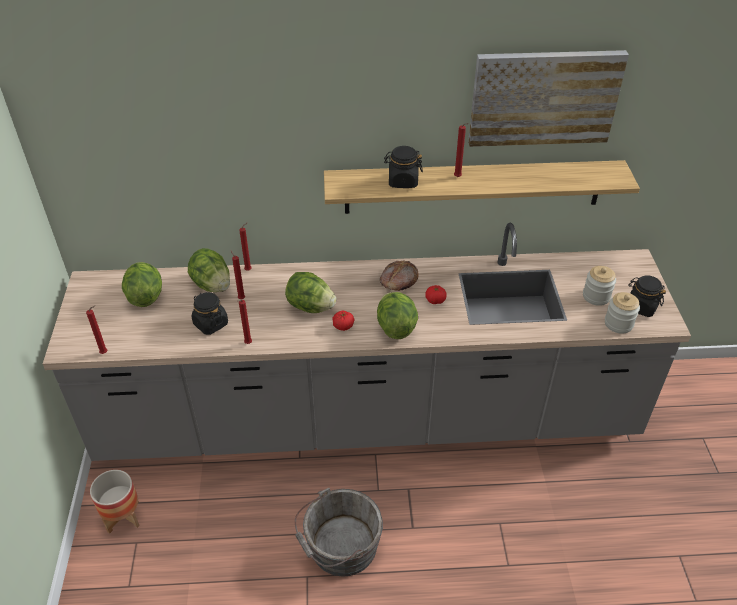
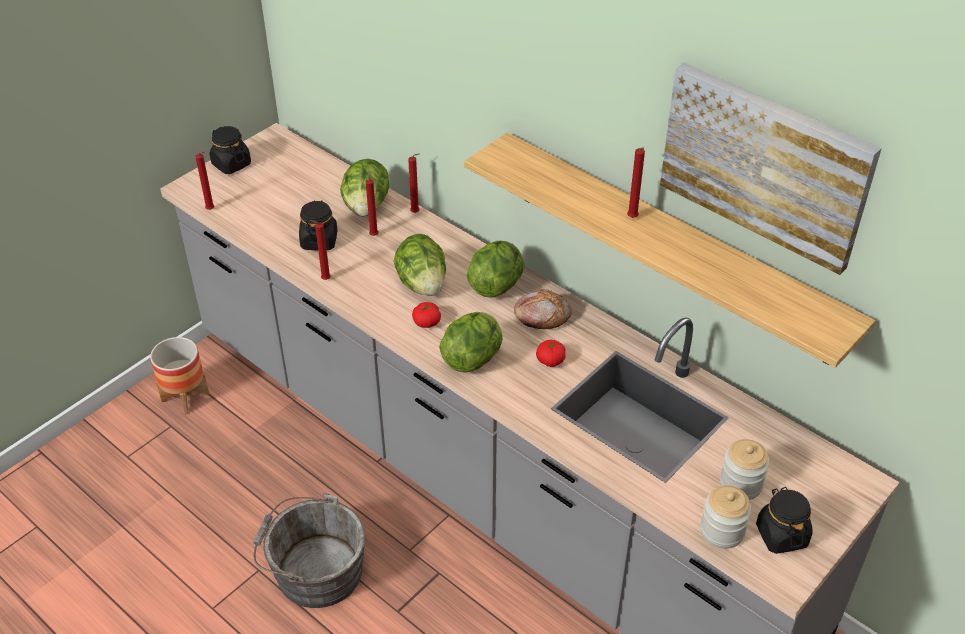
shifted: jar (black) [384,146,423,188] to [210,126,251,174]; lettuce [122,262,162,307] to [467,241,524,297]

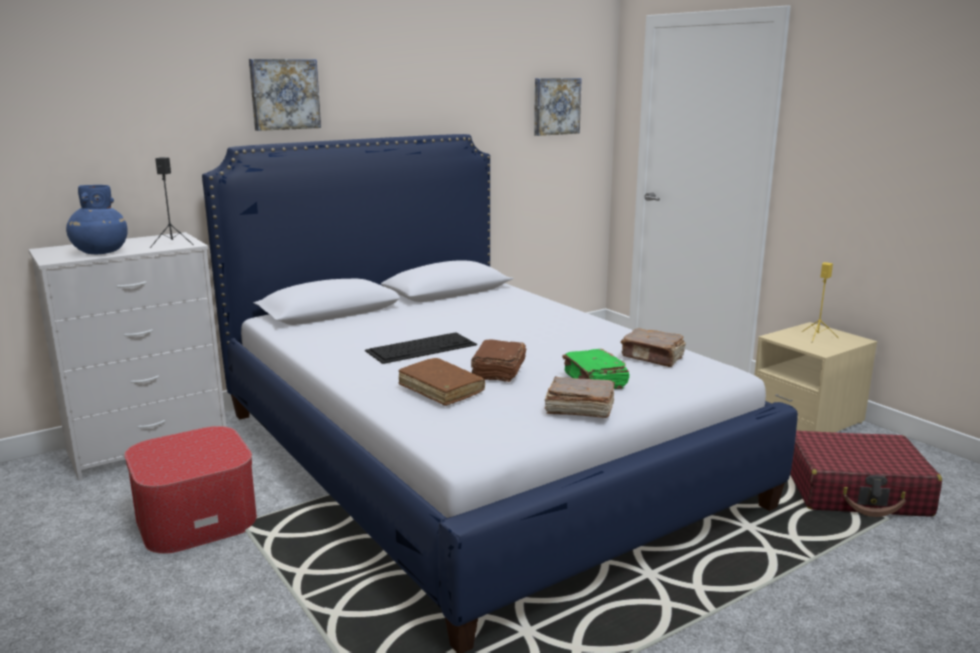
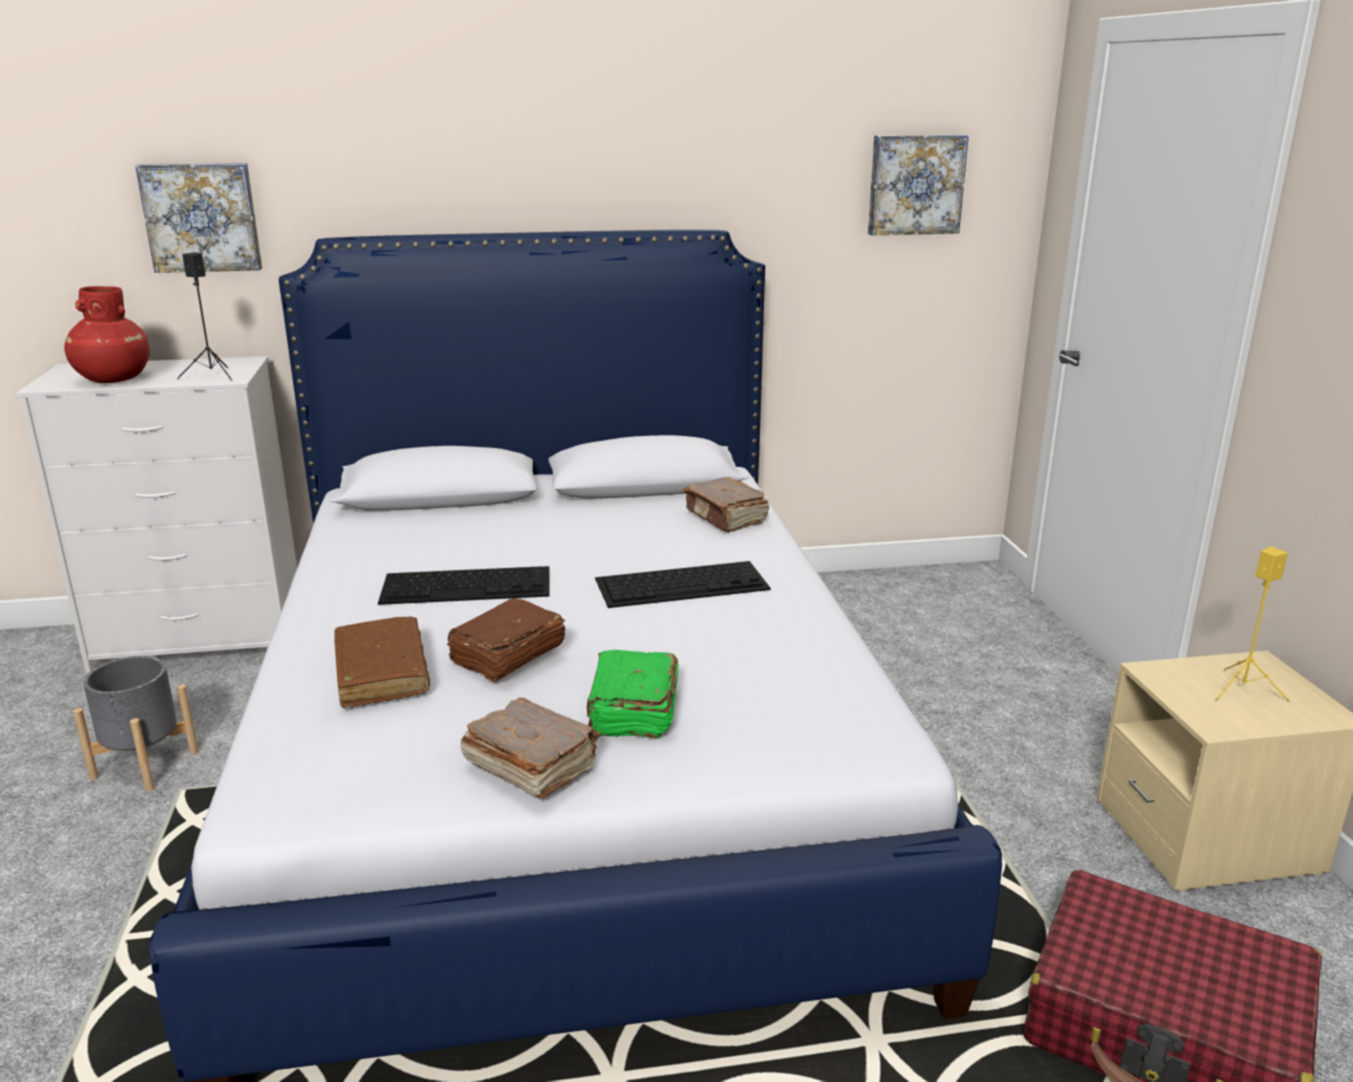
new: keyboard [595,561,771,608]
shifted: picture [249,59,321,131] to [135,163,262,273]; book (brown) [621,328,686,367] to [683,477,769,532]
swapped: ottoman [124,426,257,554] to planter (grey) [73,656,199,791]
repainted: vase (blue) [66,185,128,254] to vase (red) [64,286,150,383]

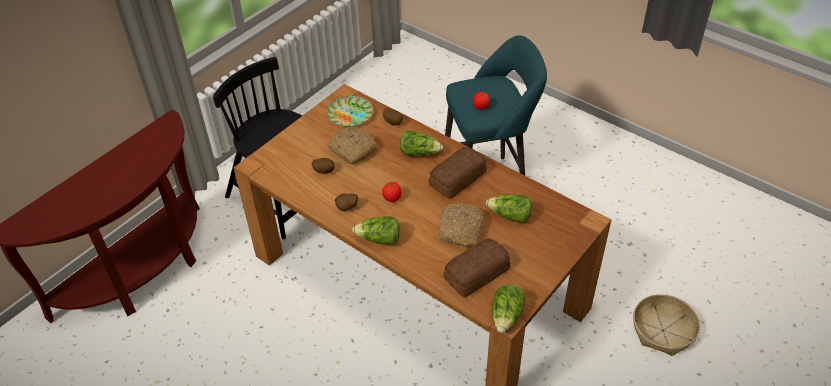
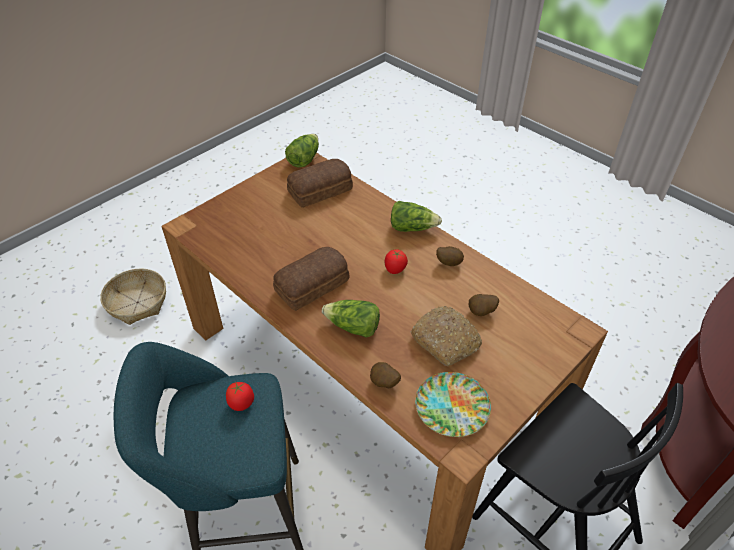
gone: bread [439,203,483,247]; lettuce [486,194,532,223]

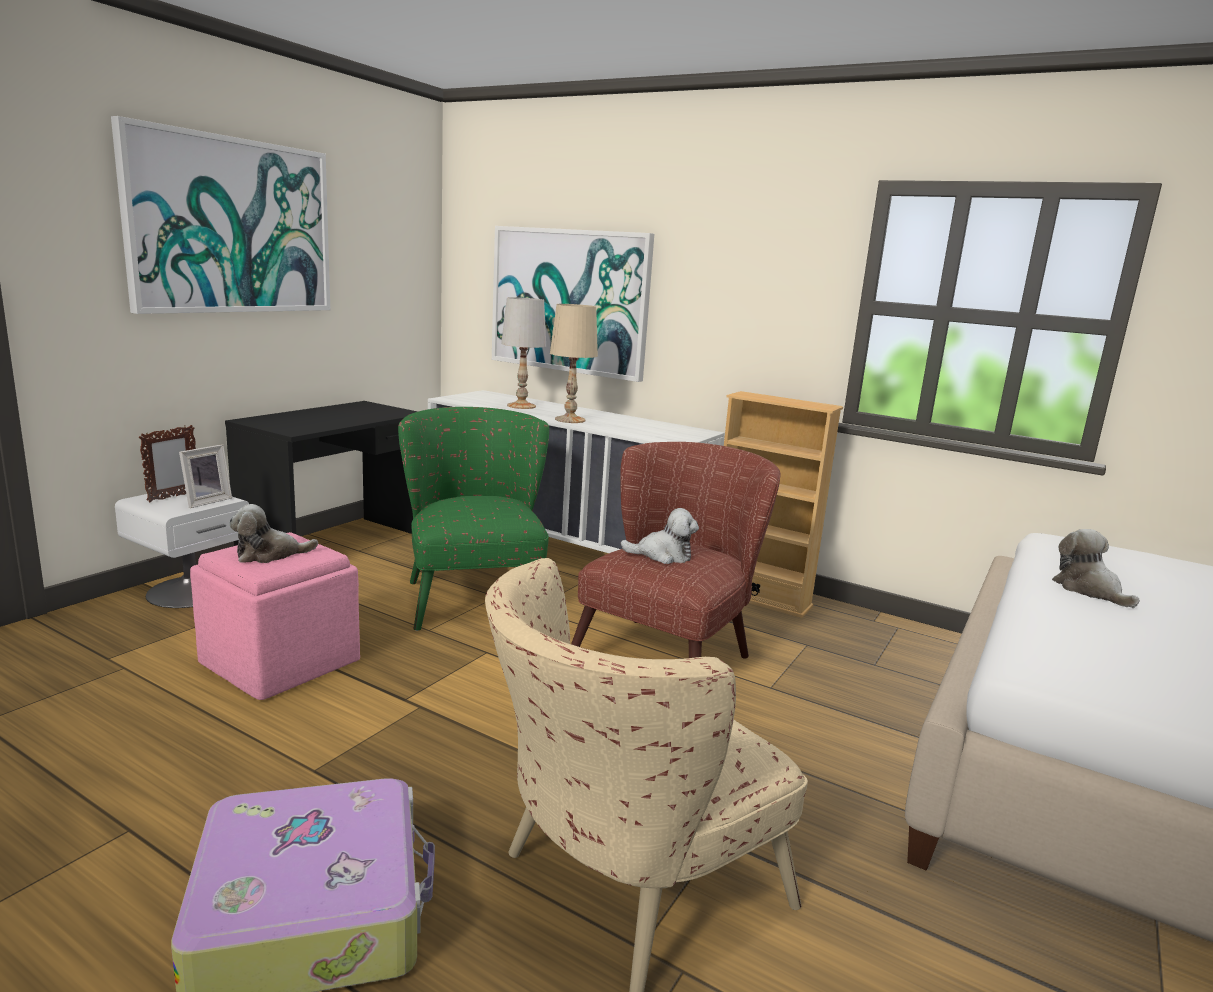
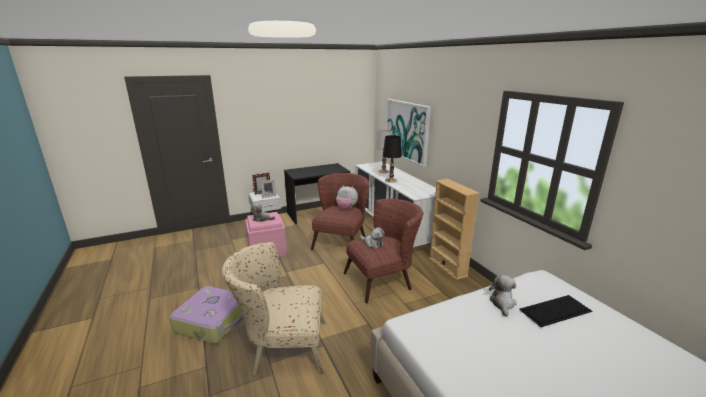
gone: picture [111,116,330,314]
new: plush toy [336,186,358,209]; keyboard [519,295,593,327]
repainted: armchair (green) [398,407,549,631] to armchair (brown) [311,173,369,250]; table lamp (beige) [550,304,598,423] to table lamp (black) [383,135,402,183]

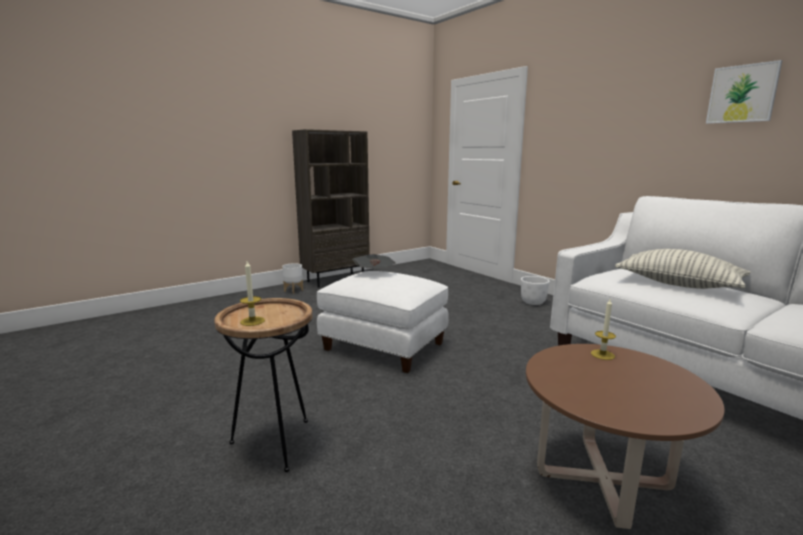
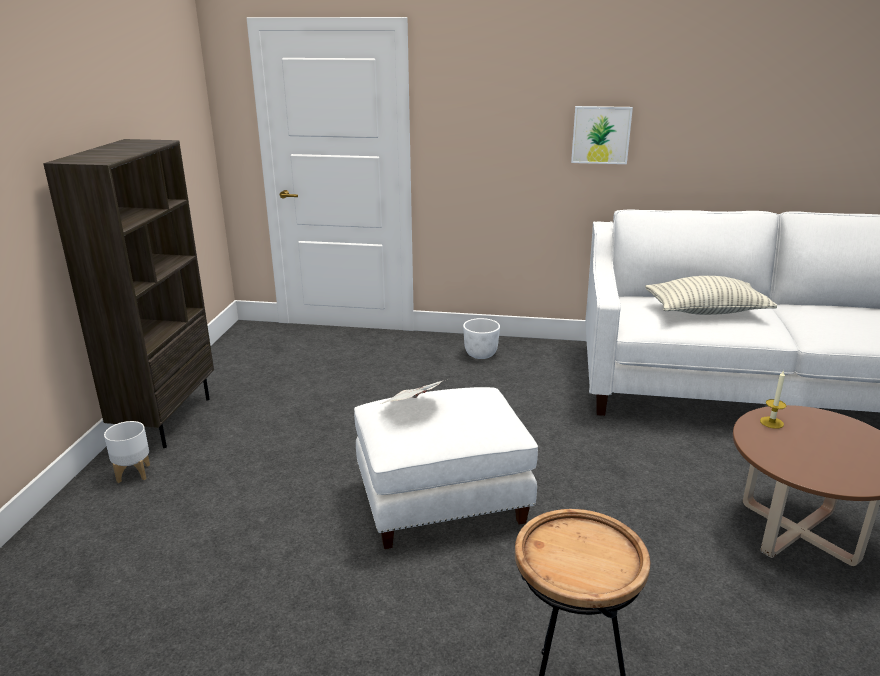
gone: candle [240,261,265,326]
shifted: picture [706,60,783,124] to [571,106,633,164]

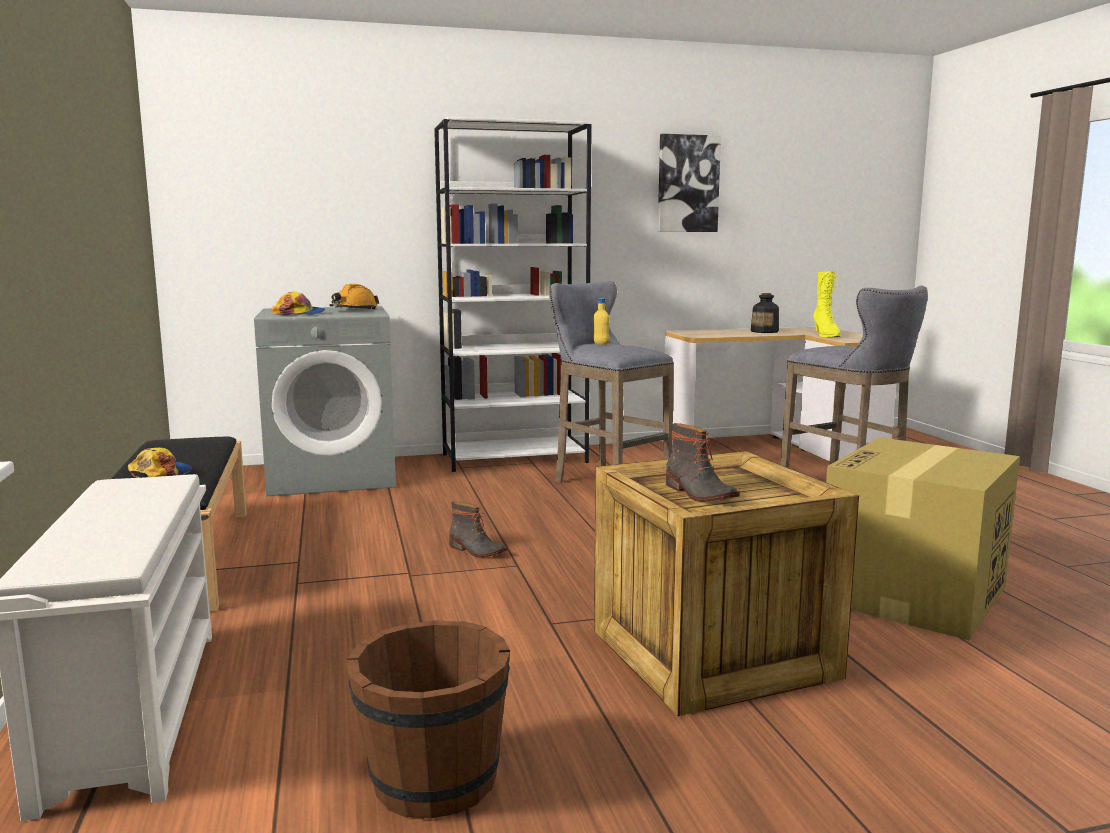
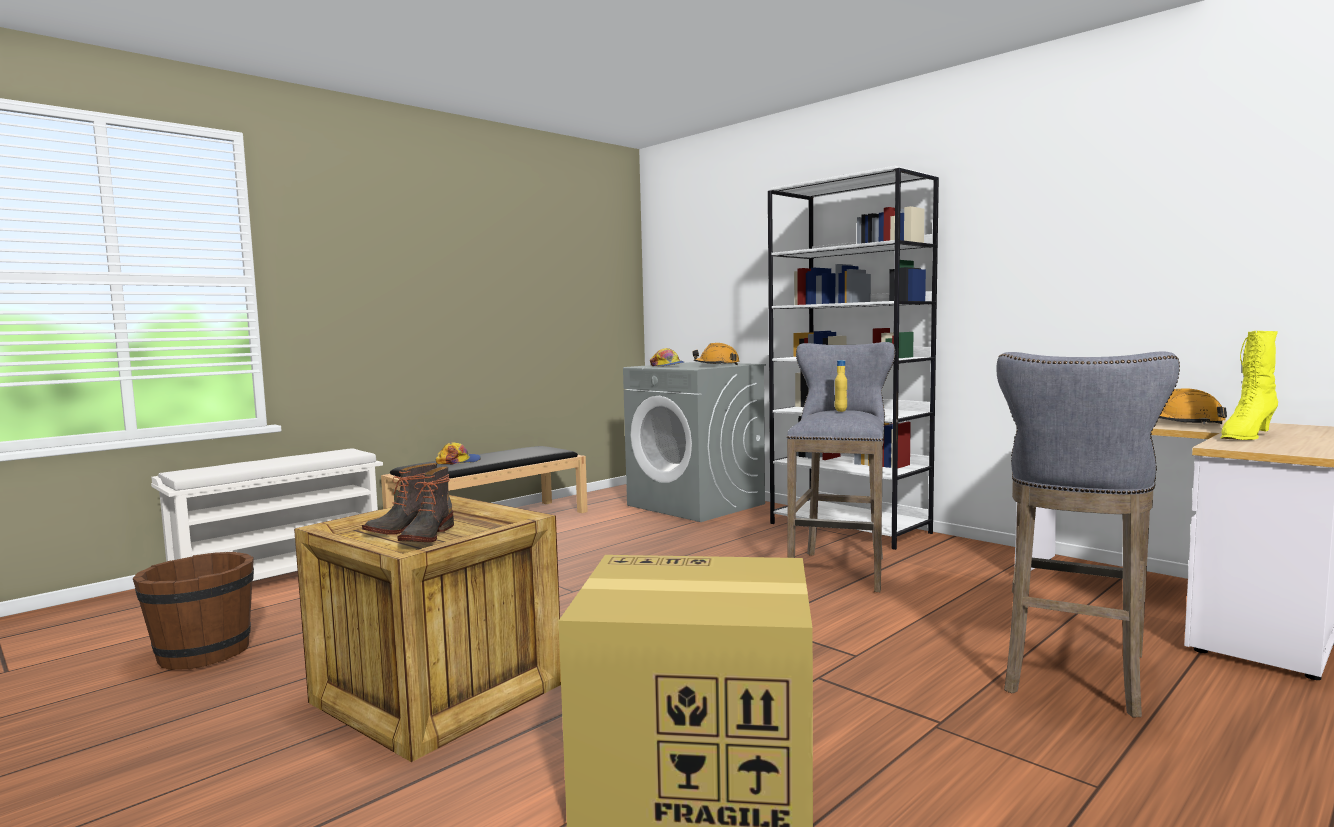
gone: picture [658,134,721,232]
shifted: boot [449,502,507,558] to [398,467,454,542]
swapped: bottle [751,293,779,333] to hard hat (orange) [1159,388,1227,425]

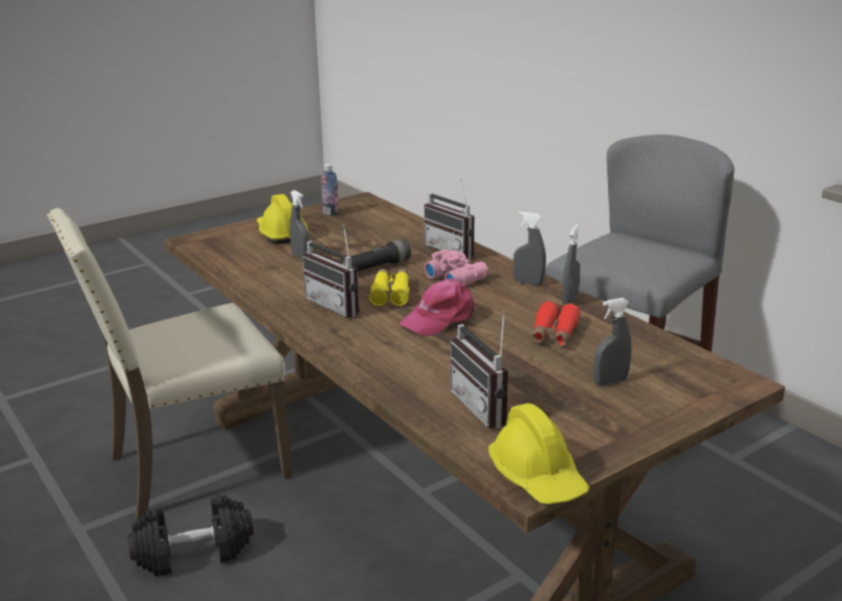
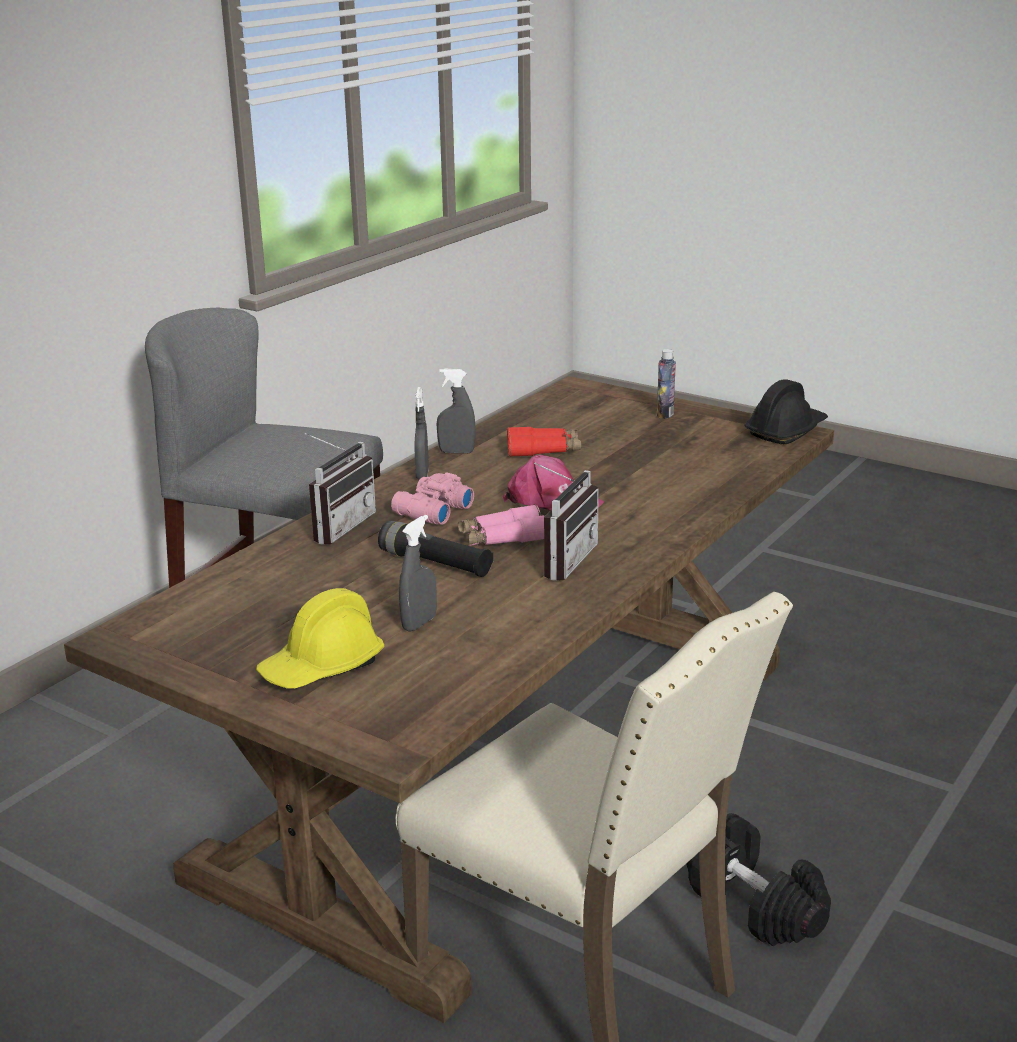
gone: radio [450,311,508,429]; spray bottle (grey) [594,298,632,386]
shifted: bottle [321,164,339,216] to [657,349,676,419]
repainted: binoculars (yellow) [369,269,409,306] to binoculars (pink) [458,504,545,546]; hard hat (yellow) [488,403,590,504] to hard hat (black) [744,379,828,445]

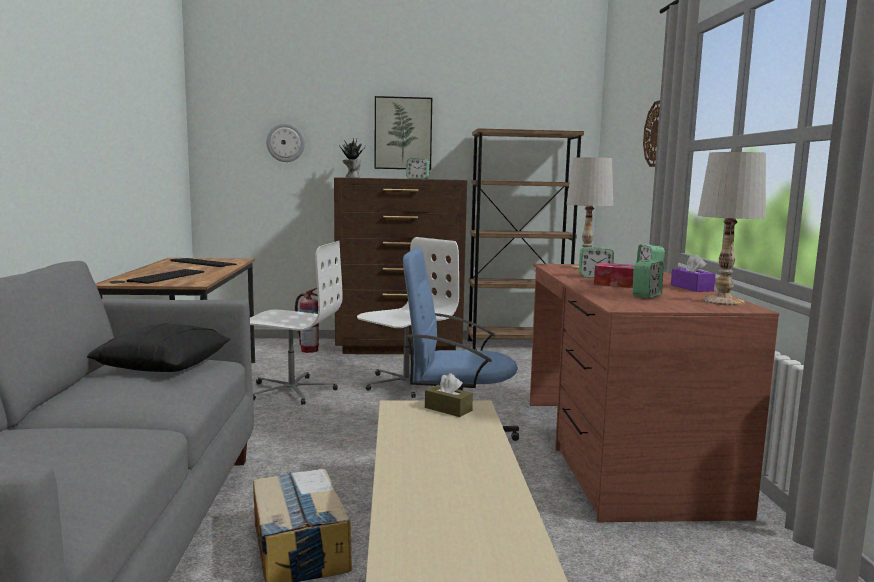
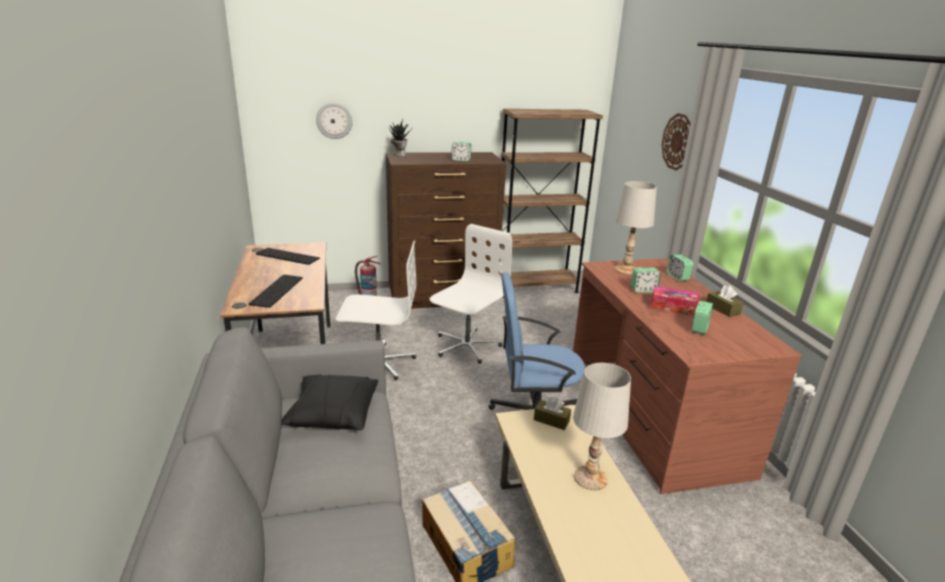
gone: picture [374,96,432,170]
shifted: table lamp (white) [698,152,766,306] to [573,363,631,490]
repainted: tissue box (purple) [671,254,716,292] to tissue box (brown) [706,285,744,317]

